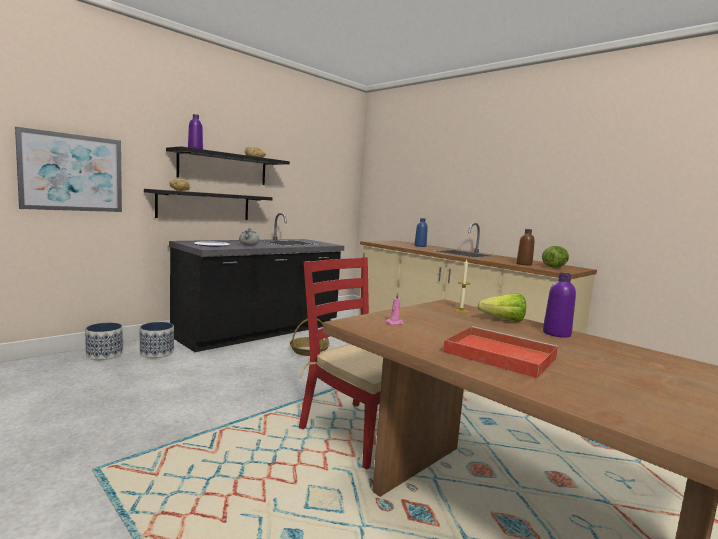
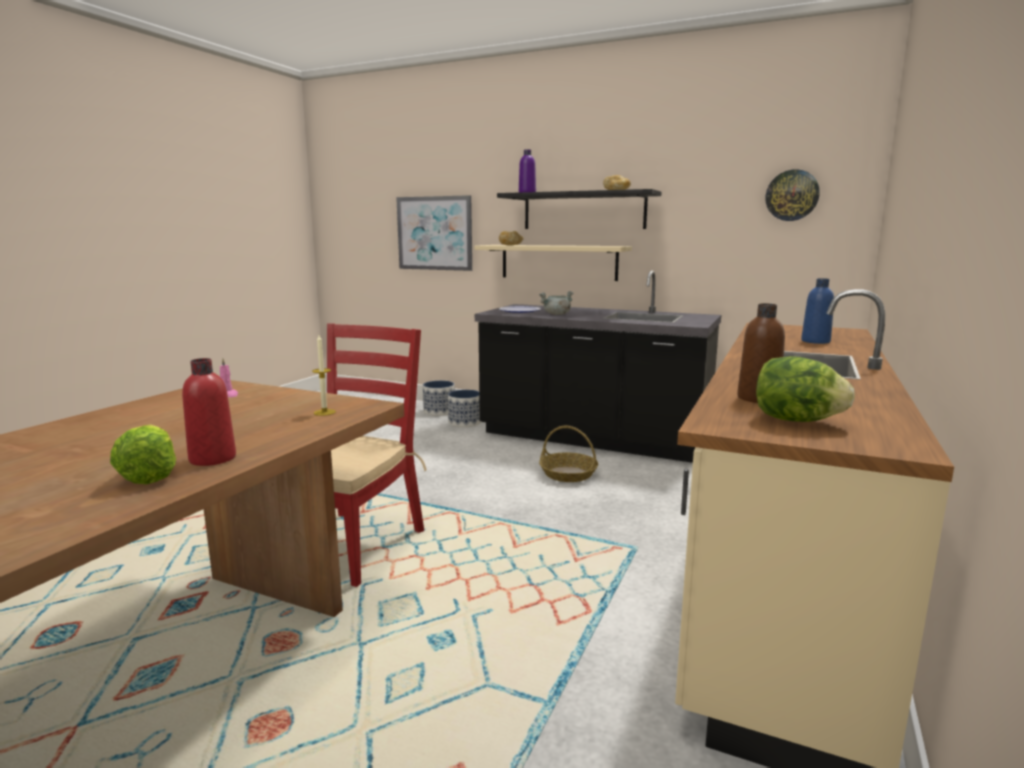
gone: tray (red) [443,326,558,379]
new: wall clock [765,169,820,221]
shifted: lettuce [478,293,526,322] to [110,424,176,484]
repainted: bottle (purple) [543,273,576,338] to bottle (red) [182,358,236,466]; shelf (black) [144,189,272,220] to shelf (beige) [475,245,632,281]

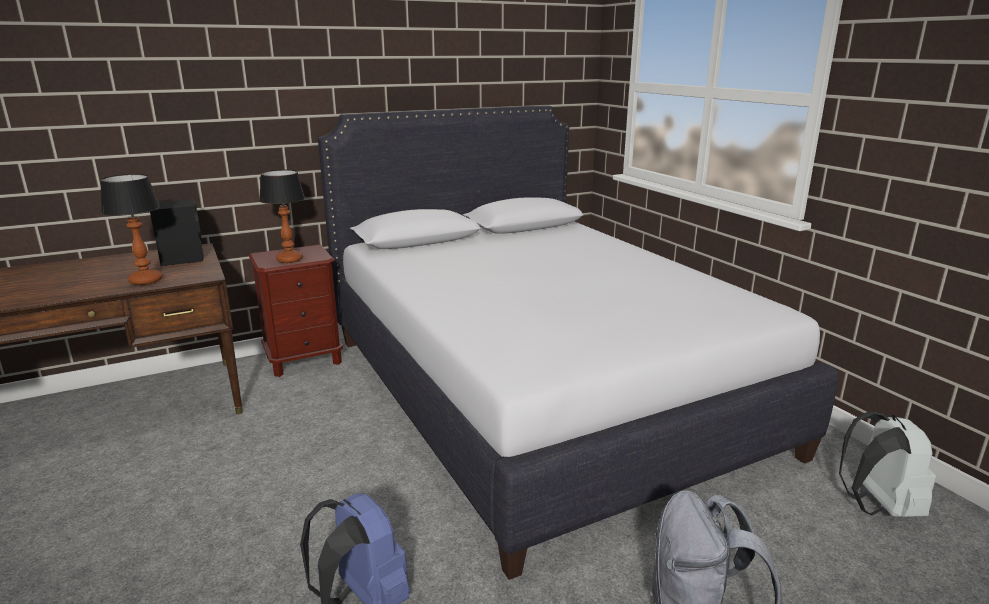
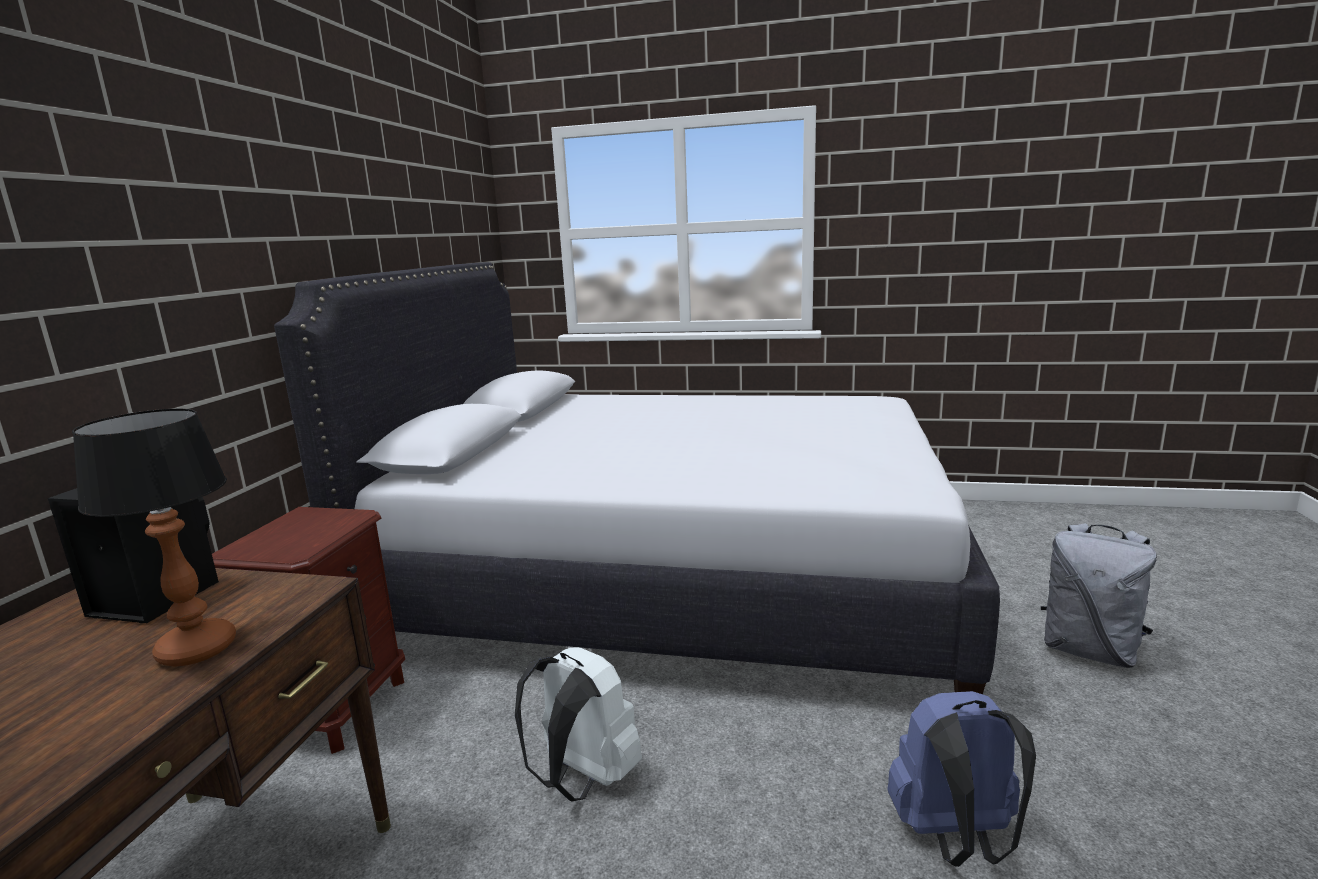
gone: table lamp [259,170,305,263]
shifted: backpack (white) [839,412,936,517] to [515,647,642,801]

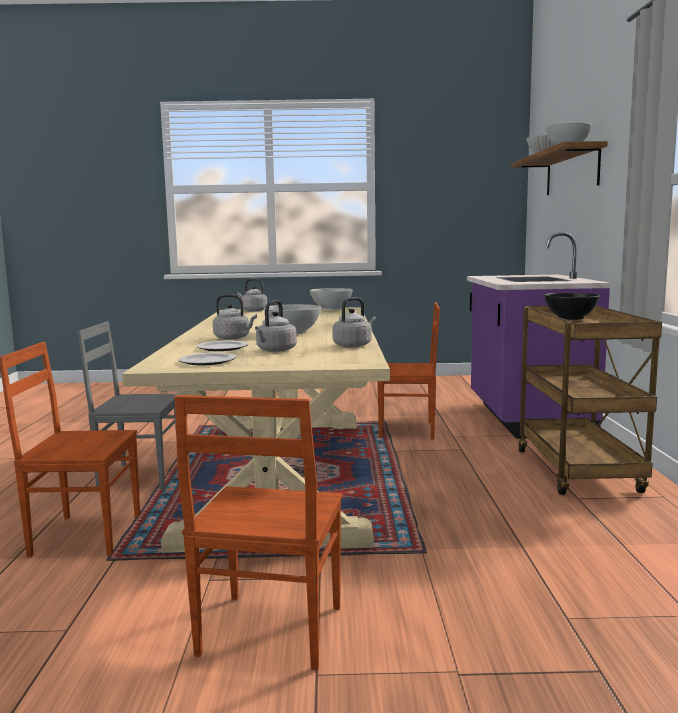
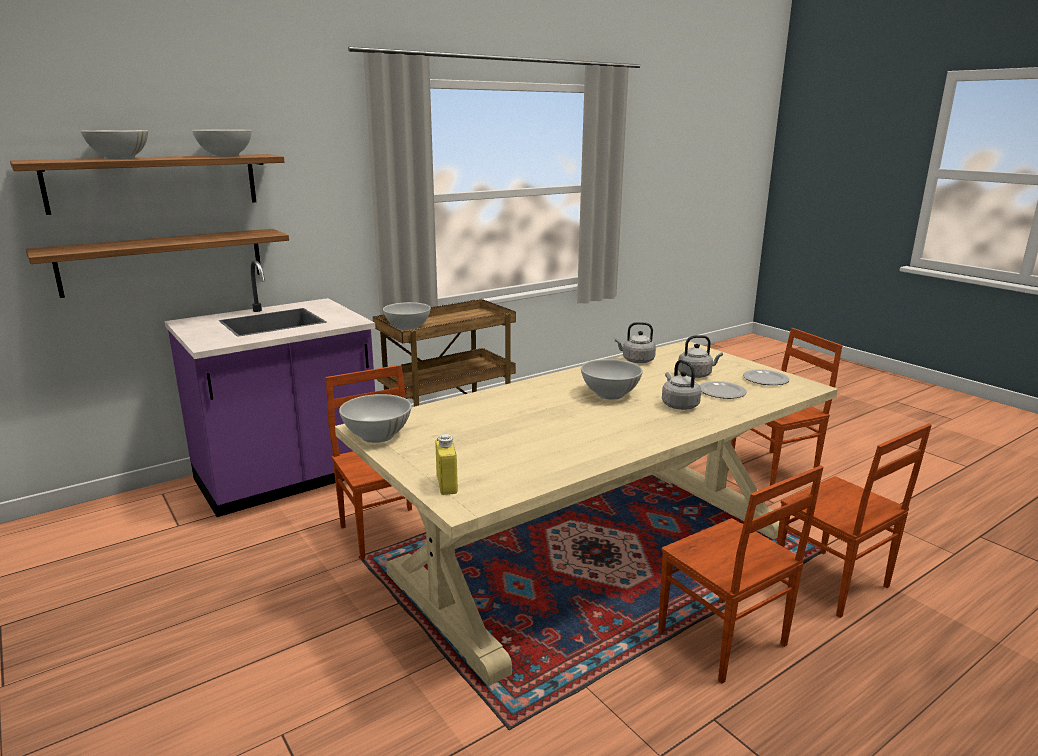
new: shelf [26,229,289,298]
swapped: kettle (grey) [237,279,267,312] to bottle (yellow) [435,434,458,495]
repainted: bowl (black) [544,293,600,320] to bowl (white) [383,302,431,331]; chair (grey) [78,321,181,489] to chair (brown) [658,465,823,684]

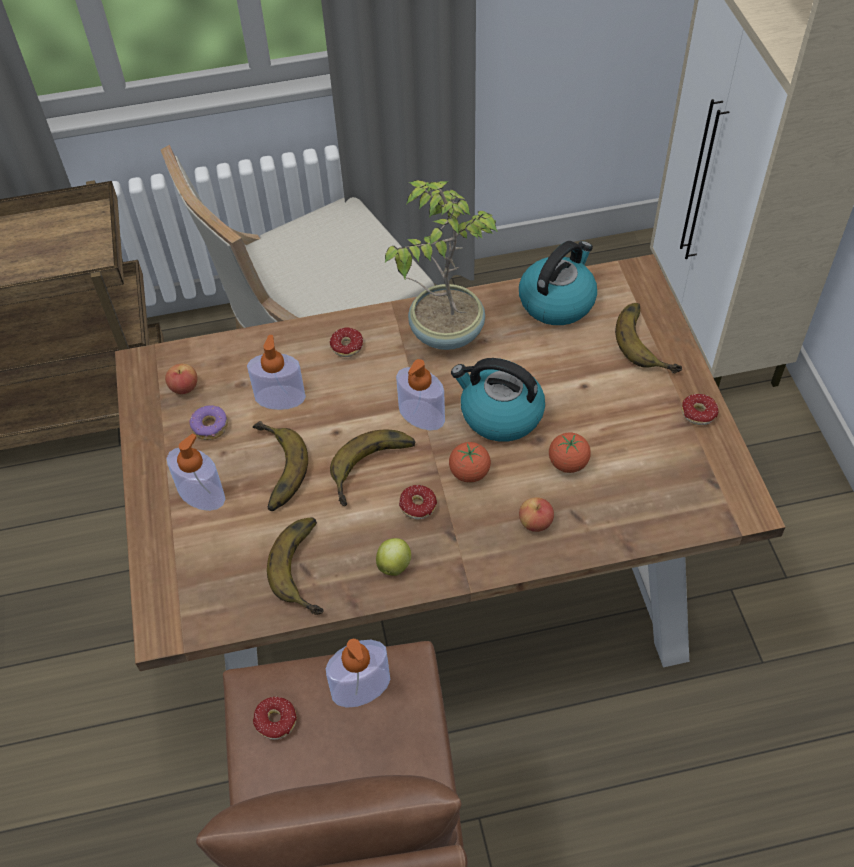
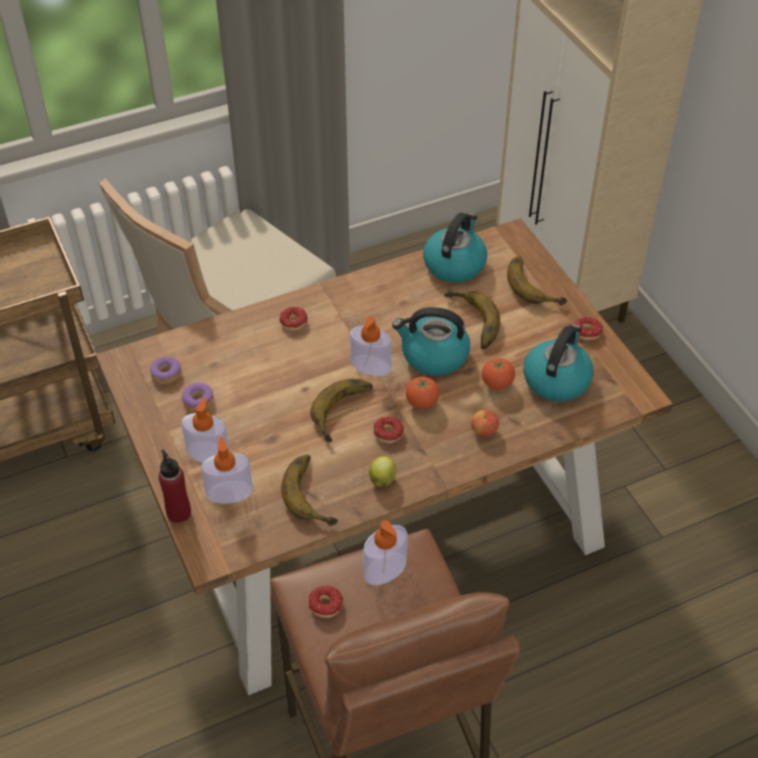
gone: potted plant [385,180,498,350]
new: bottle (red) [159,450,191,523]; kettle [523,324,594,402]
shifted: soap dispenser [247,335,306,410] to [201,437,253,504]; banana [253,421,308,511] to [444,290,500,349]
swapped: apple [165,364,198,394] to donut [150,356,181,384]

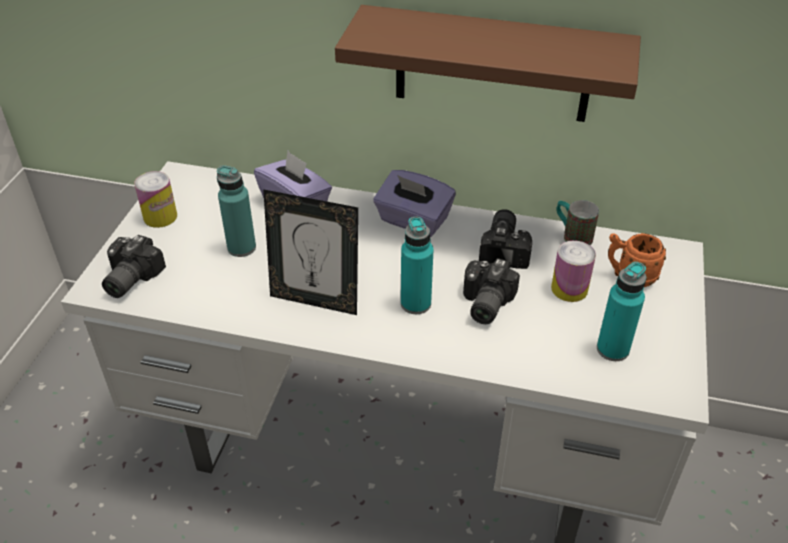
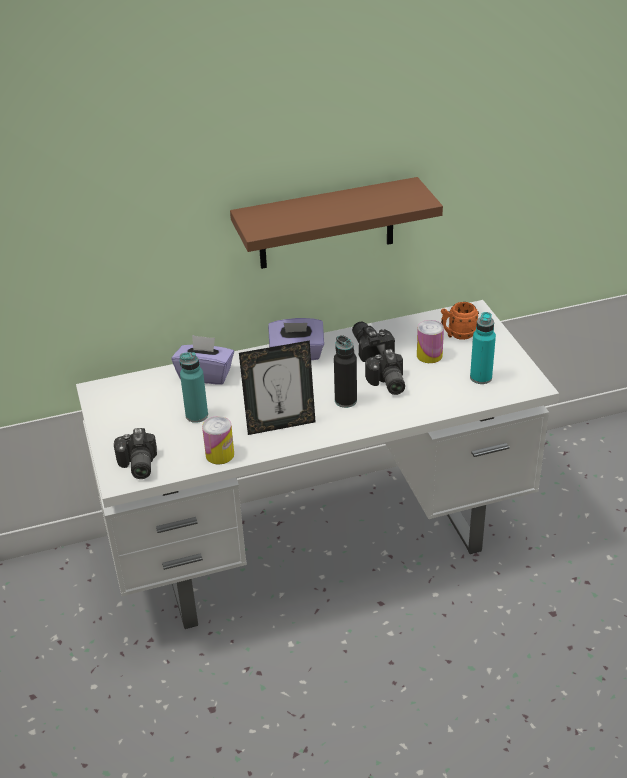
gone: mug [556,200,599,245]
shifted: can [134,171,177,228] to [202,416,234,464]
repainted: bottle (turquoise) [401,216,433,314] to bottle (black) [334,335,357,408]

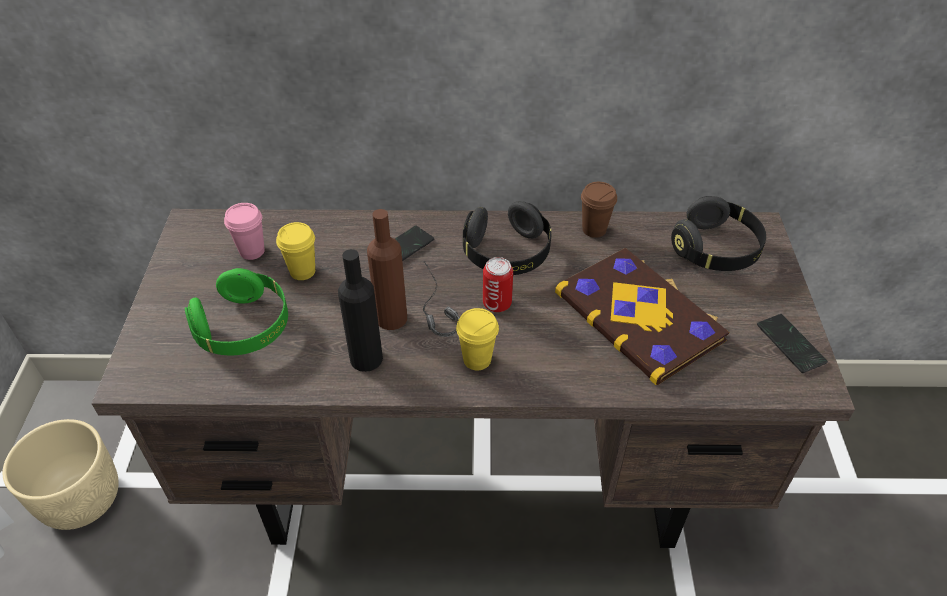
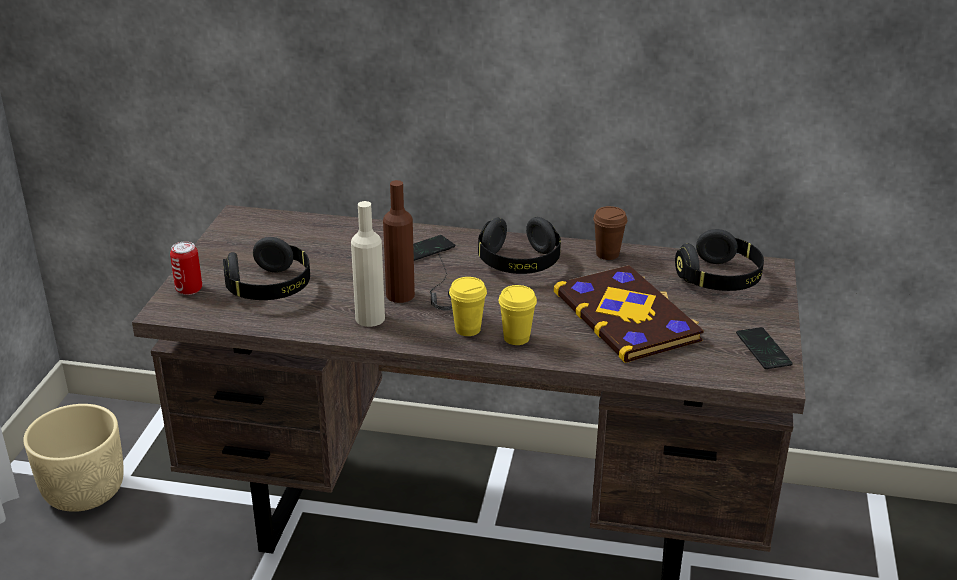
gone: cup (pink) [224,203,265,260]
shifted: can [483,257,513,312] to [170,241,202,295]; cup (yellow) [276,222,315,280] to [499,285,537,345]
repainted: headphones (green) [185,268,288,355] to headphones (black) [223,237,310,300]; bottle (black) [338,249,383,372] to bottle (beige) [351,201,385,327]

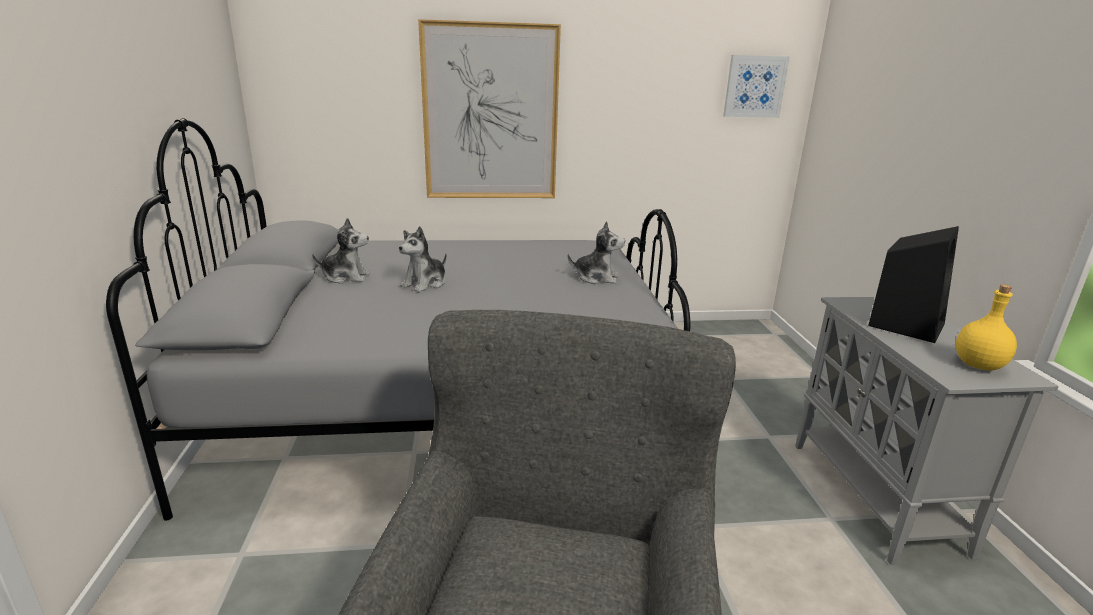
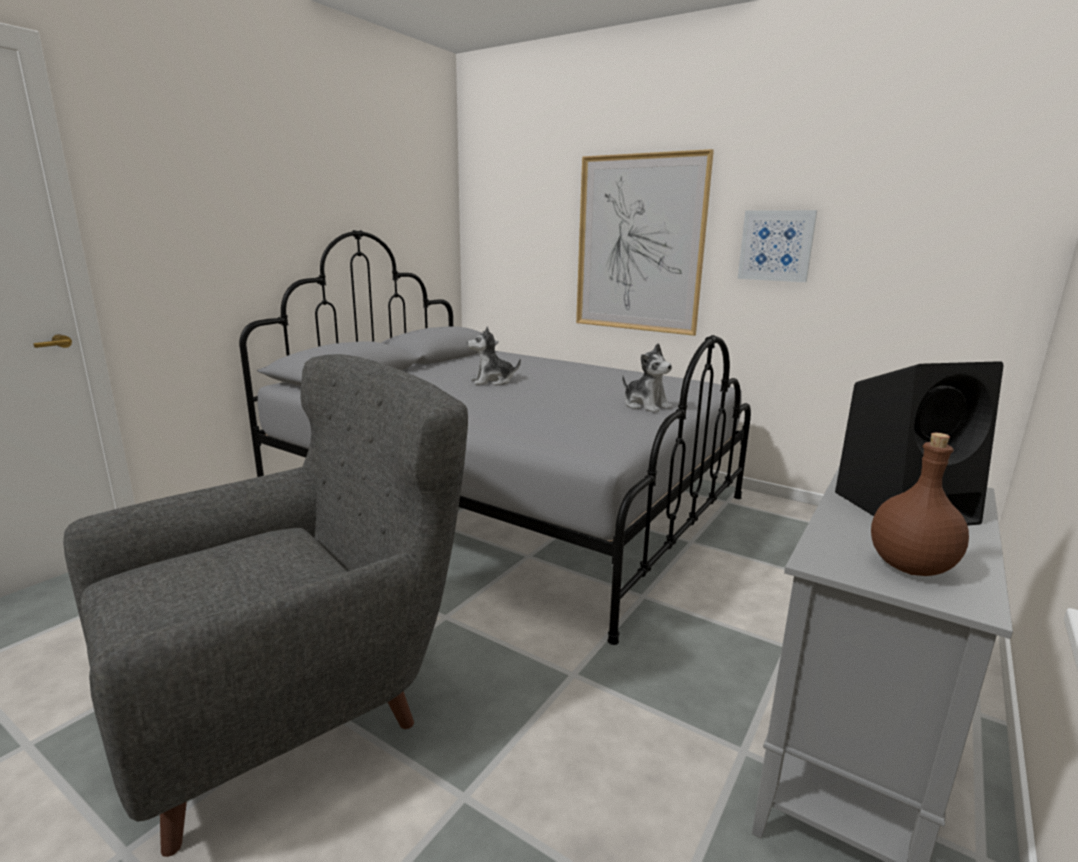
gone: plush toy [312,218,371,284]
shifted: picture [723,55,789,118] to [738,210,817,282]
repainted: bottle (yellow) [956,284,1017,371] to bottle (brown) [871,433,969,576]

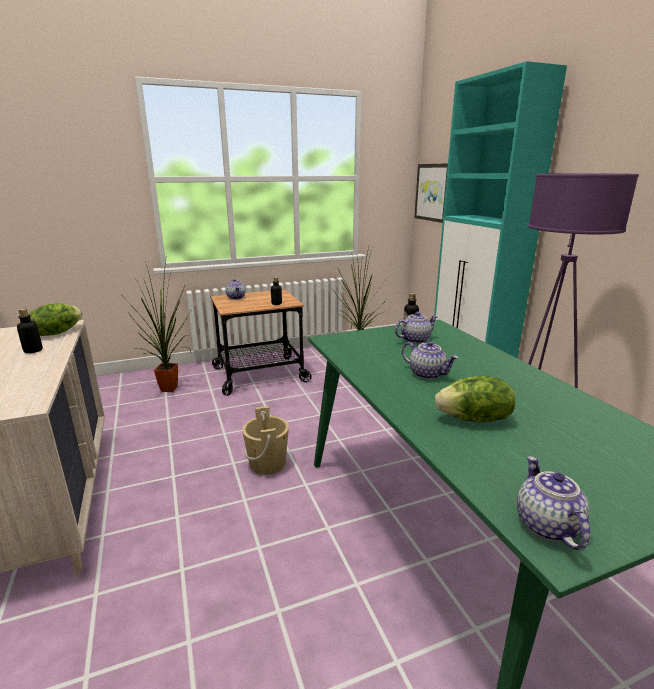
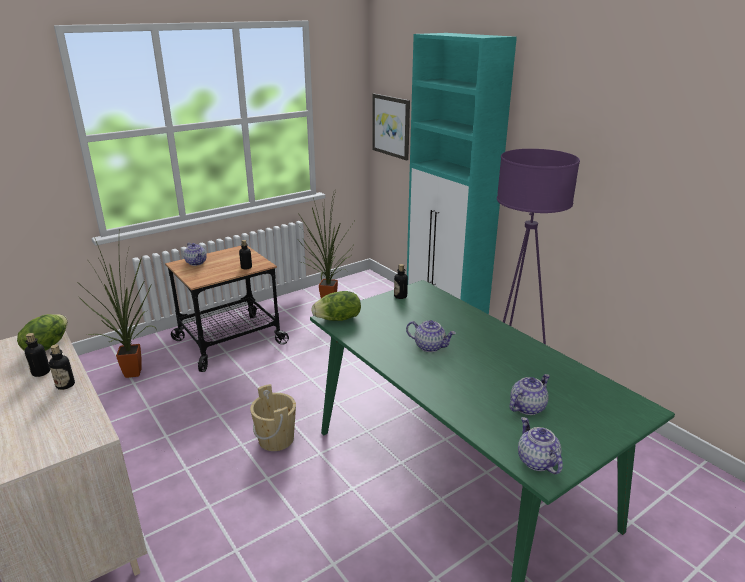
new: bottle [49,344,75,390]
shifted: lettuce [435,376,515,423] to [311,291,361,321]; teapot [395,312,438,344] to [510,374,550,415]

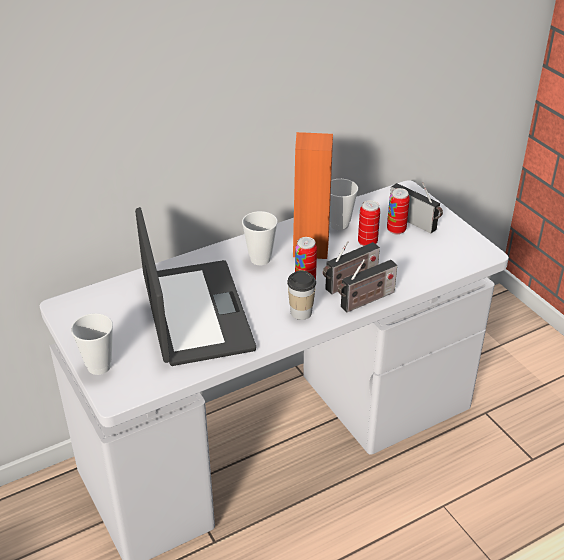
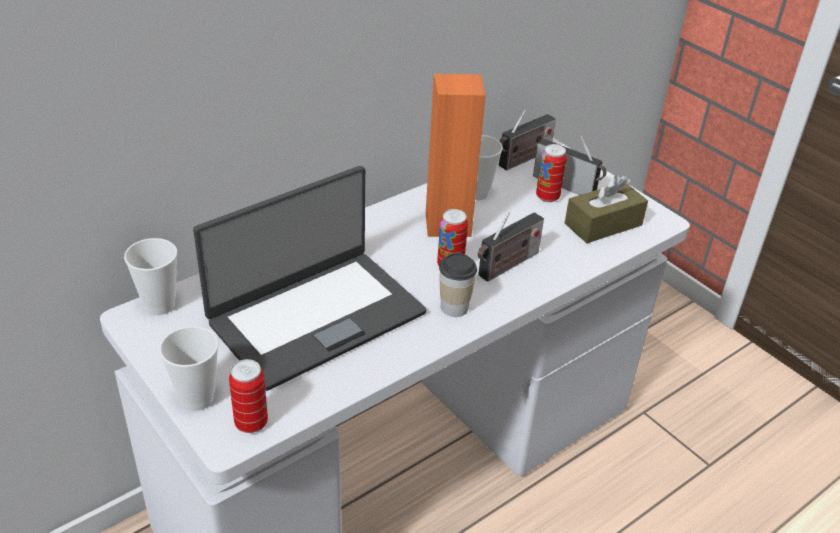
new: tissue box (brown) [565,175,648,243]
shifted: cup [242,211,278,265] to [124,238,177,315]; can [358,200,380,246] to [229,359,268,433]; radio [338,259,397,312] to [499,110,556,171]
rotated: laptop [135,207,256,366] = [193,166,426,391] 75 degrees clockwise

